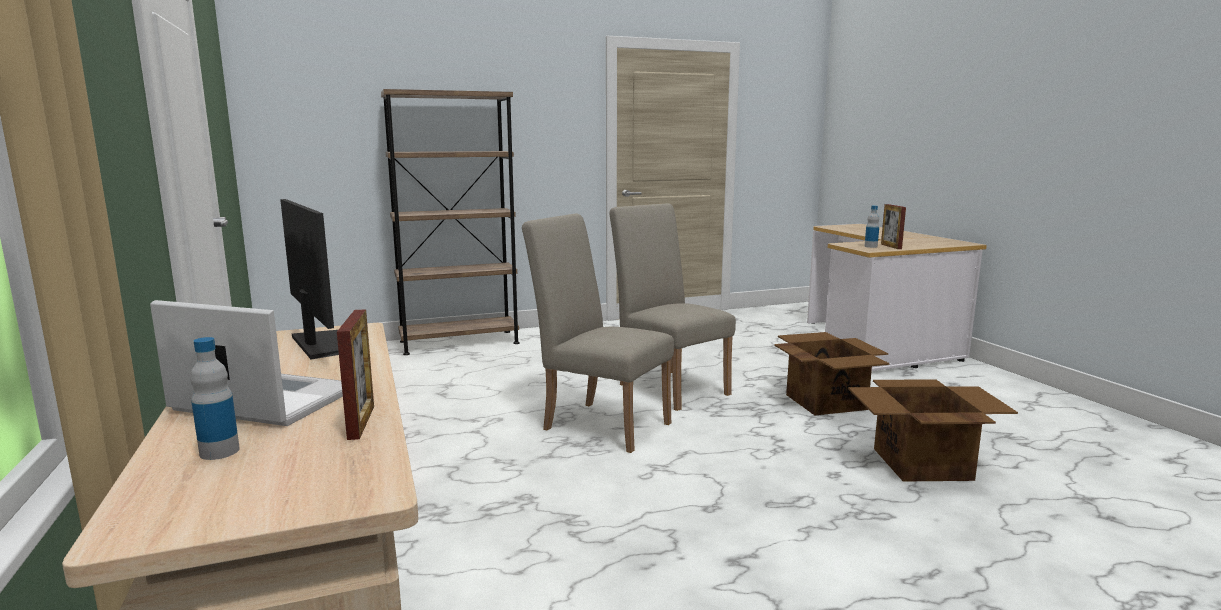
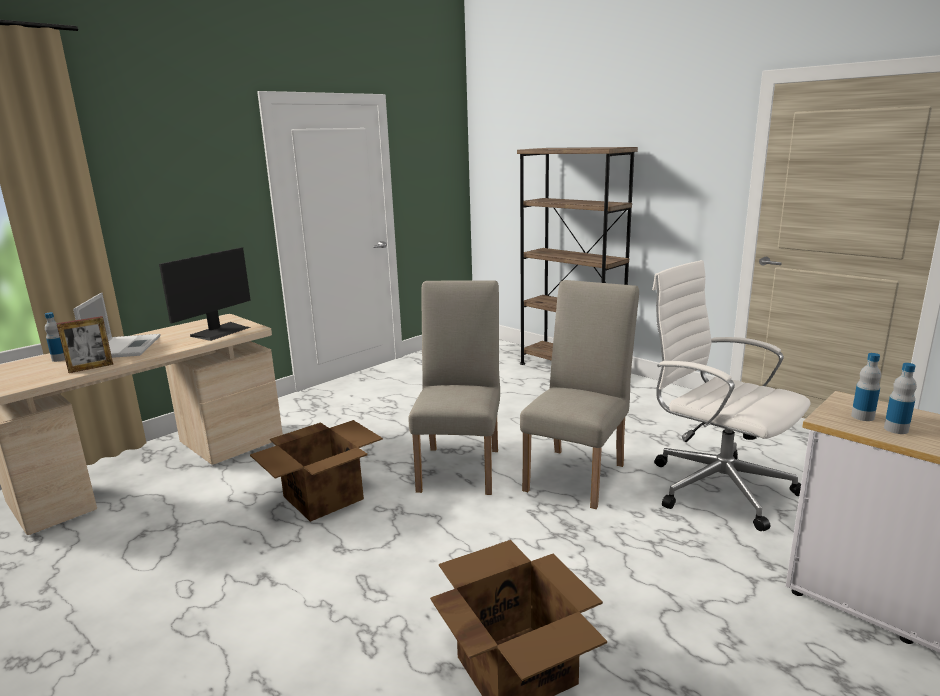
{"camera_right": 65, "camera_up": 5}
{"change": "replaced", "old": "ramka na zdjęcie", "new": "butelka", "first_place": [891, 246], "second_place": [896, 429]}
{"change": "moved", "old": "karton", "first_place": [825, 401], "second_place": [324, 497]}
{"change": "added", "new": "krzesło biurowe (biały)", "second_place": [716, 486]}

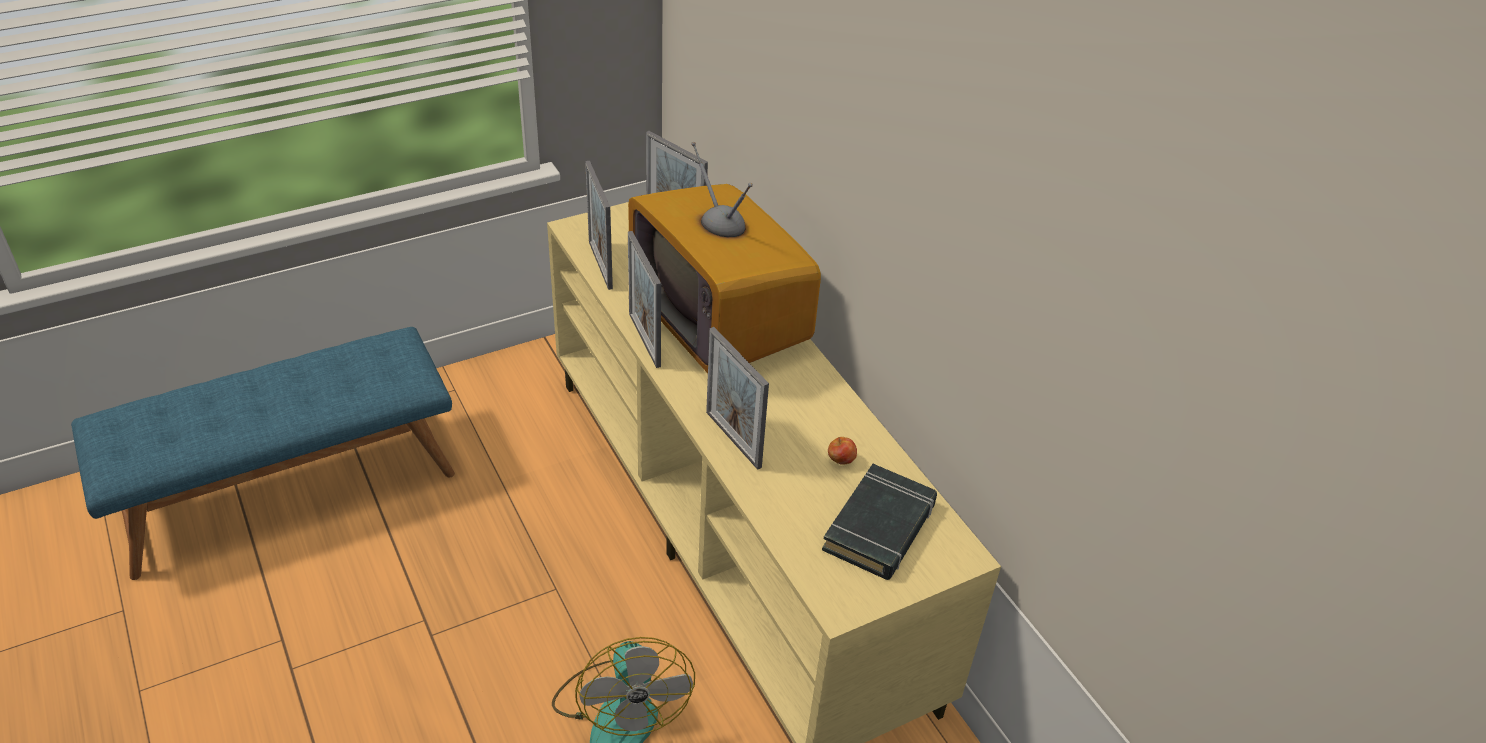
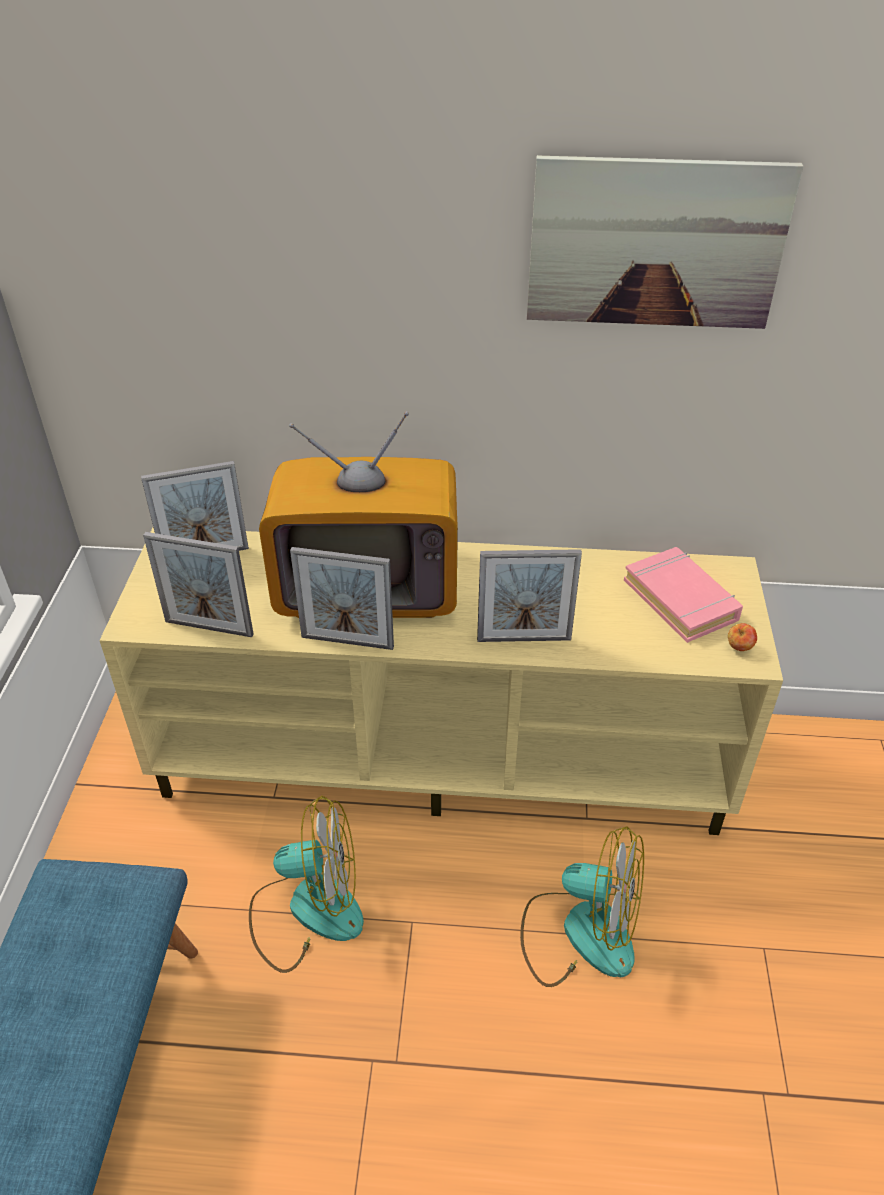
{"camera_right": -55, "camera_up": 0}
{"change": "moved", "old": "jabłko", "first_place": [841, 460], "second_place": [739, 648]}
{"change": "recoloured", "old": "książka (czarny)", "new": "książka (różowy)", "first_place": [880, 528], "second_place": [681, 599]}
{"change": "added", "new": "obraz", "second_place": [655, 244]}
{"change": "added", "new": "wentylator", "second_place": [307, 910]}

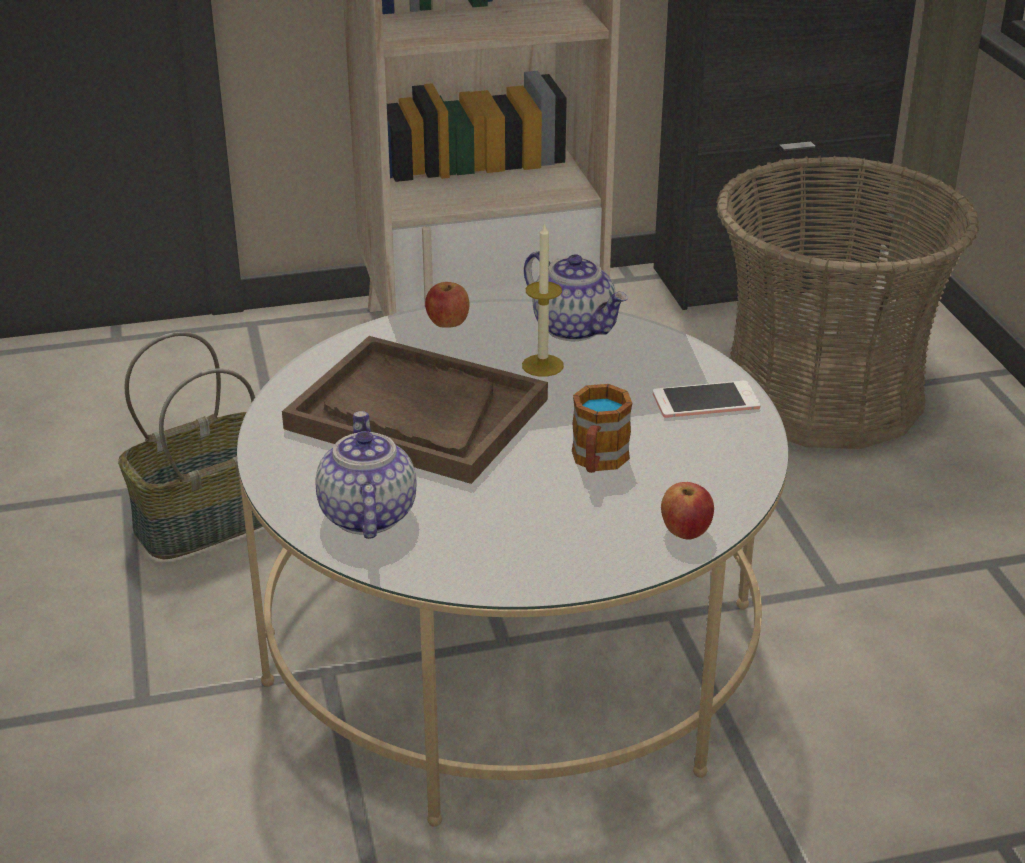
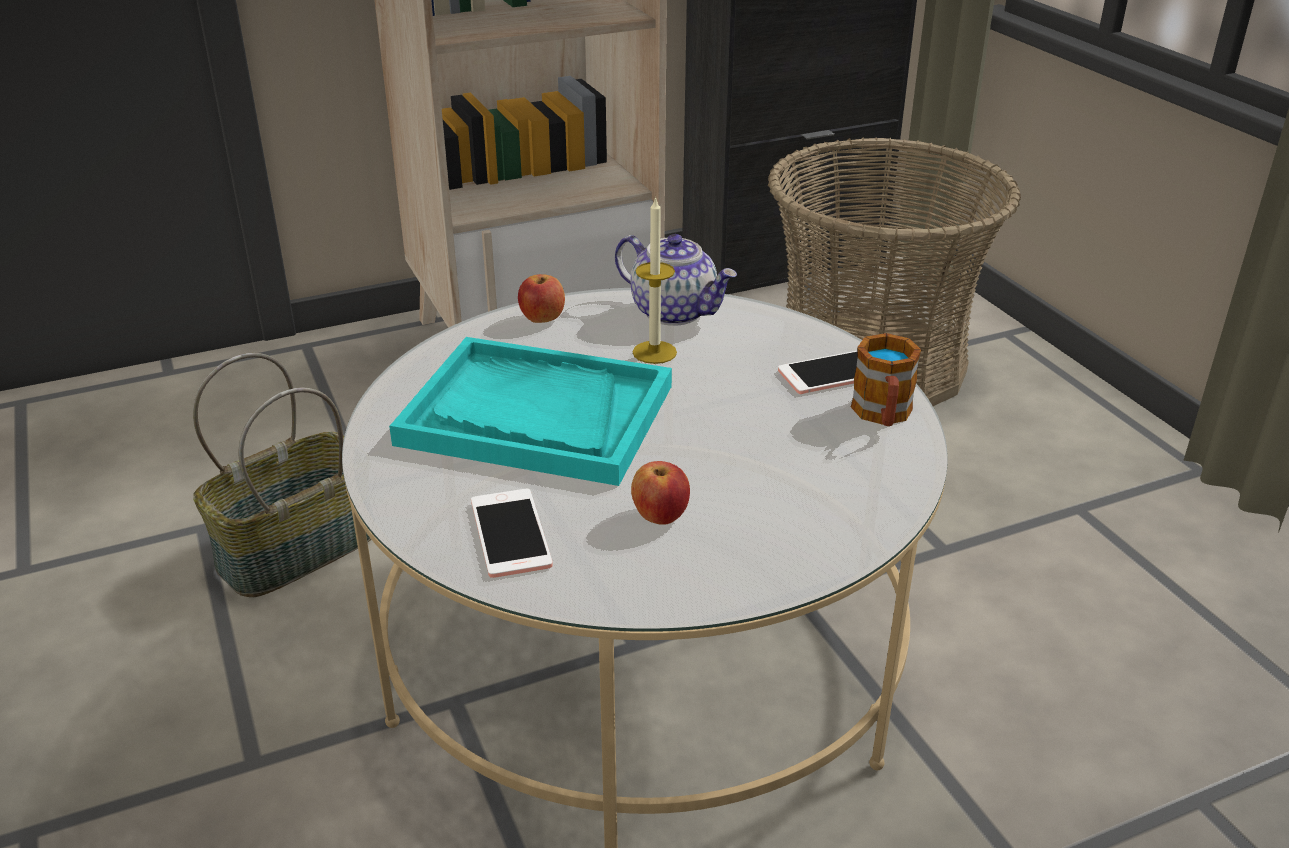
{"camera_right": -10, "camera_up": 0}
{"change": "recoloured", "old": "taca (brązowy)", "new": "taca (turkusowy)", "first_place": [416, 414], "second_place": [536, 415]}
{"change": "moved", "old": "kubek", "first_place": [597, 462], "second_place": [882, 415]}
{"change": "replaced", "old": "imbryk", "new": "telefon", "first_place": [366, 514], "second_place": [510, 533]}
{"change": "moved", "old": "jabłko", "first_place": [685, 532], "second_place": [660, 516]}

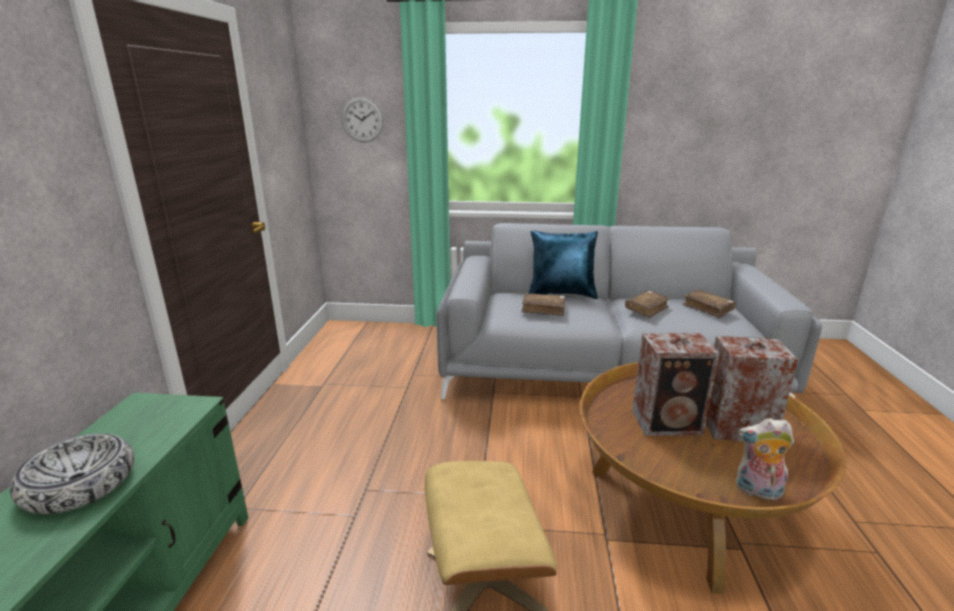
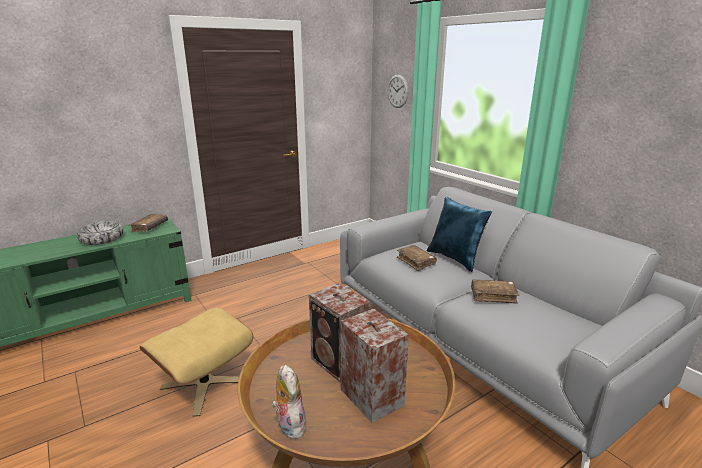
{"camera_right": 50, "camera_up": 0}
{"change": "moved", "old": "książka (brązowy)", "first_place": [708, 308], "second_place": [149, 227]}

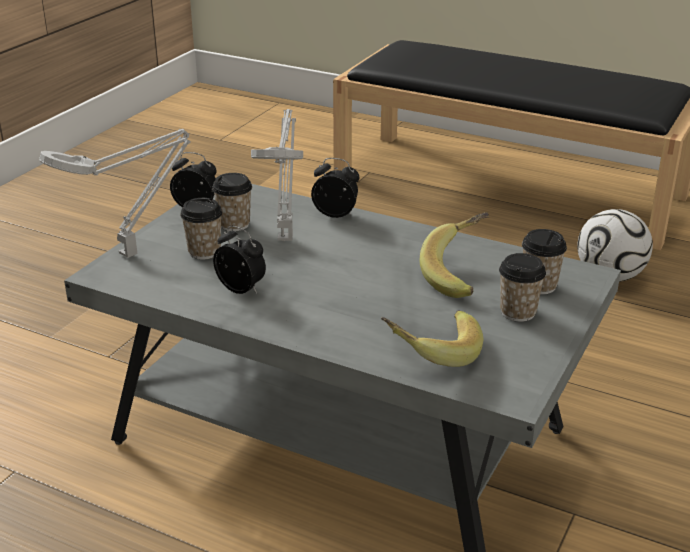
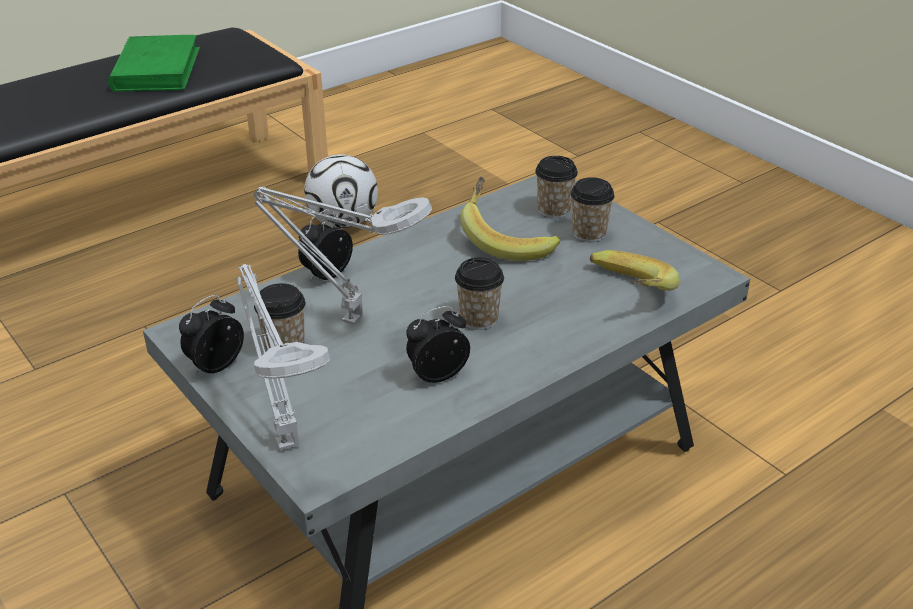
{"camera_right": -65, "camera_up": 5}
{"change": "moved", "old": "filiżanka", "first_place": [204, 252], "second_place": [478, 319]}
{"change": "added", "new": "książka (zielony)", "second_place": [156, 69]}

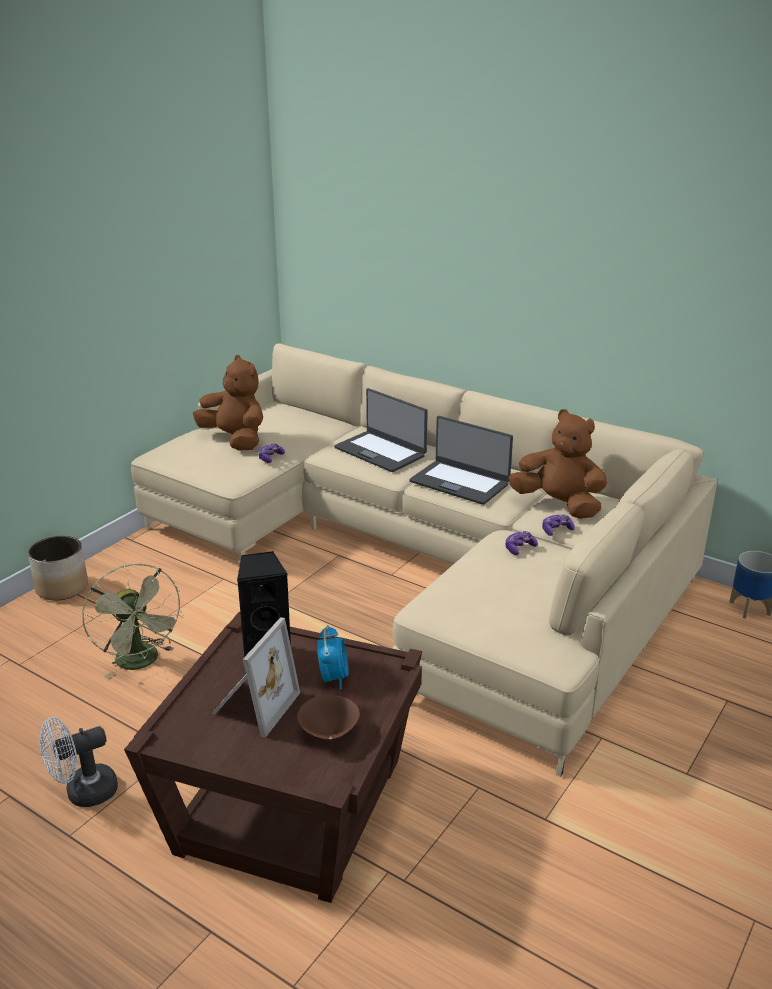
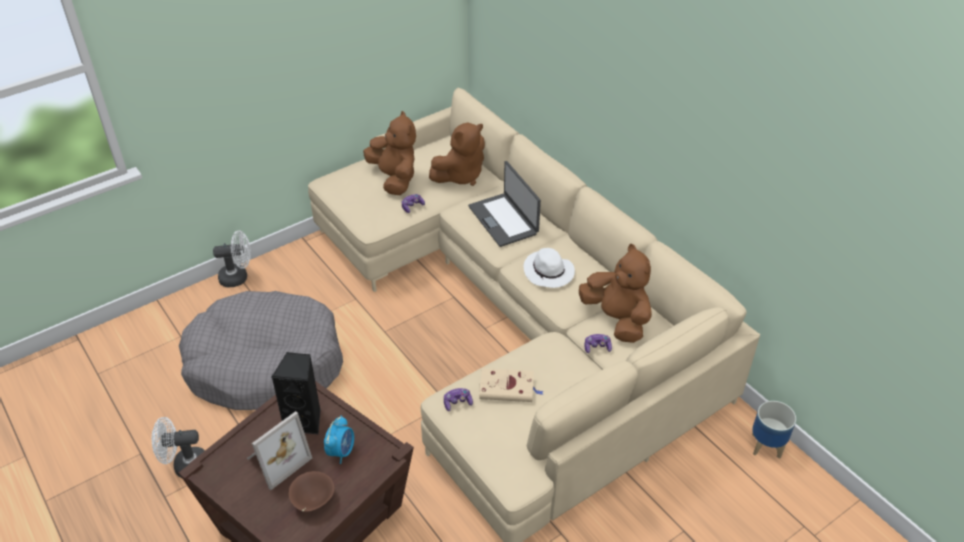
{"camera_right": 20, "camera_up": 15}
{"change": "replaced", "old": "laptop", "new": "kapelusz (biały)", "first_place": [460, 482], "second_place": [549, 272]}
{"change": "moved", "old": "pad do gier", "first_place": [519, 548], "second_place": [457, 402]}
{"change": "replaced", "old": "donica", "new": "wentylator (biały)", "first_place": [61, 588], "second_place": [238, 277]}
{"change": "replaced", "old": "wentylator (zielony)", "new": "legowisko (szary)", "first_place": [142, 662], "second_place": [265, 364]}
{"change": "added", "new": "pluszak (brązowy)", "second_place": [460, 176]}
{"change": "added", "new": "książka (beżowy)", "second_place": [508, 388]}

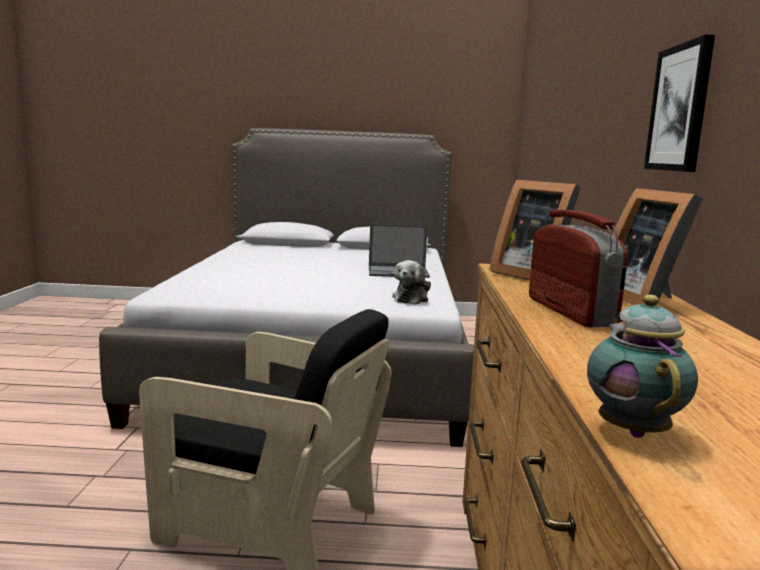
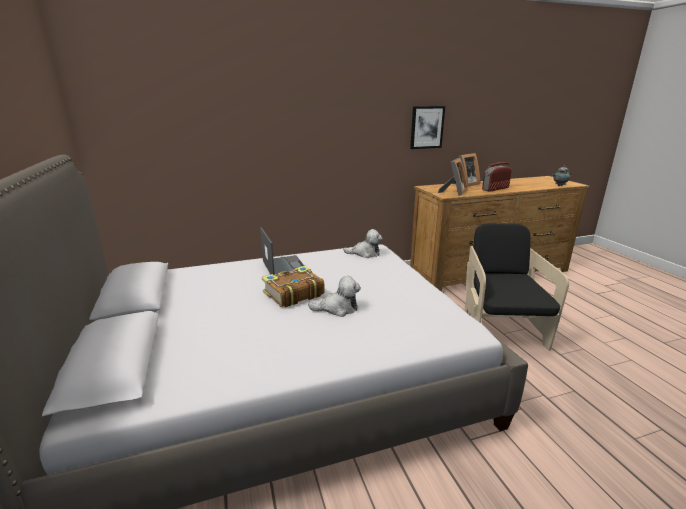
{"camera_right": -110, "camera_up": 10}
{"change": "added", "new": "książka", "second_place": [292, 294]}
{"change": "added", "new": "pluszak", "second_place": [338, 308]}

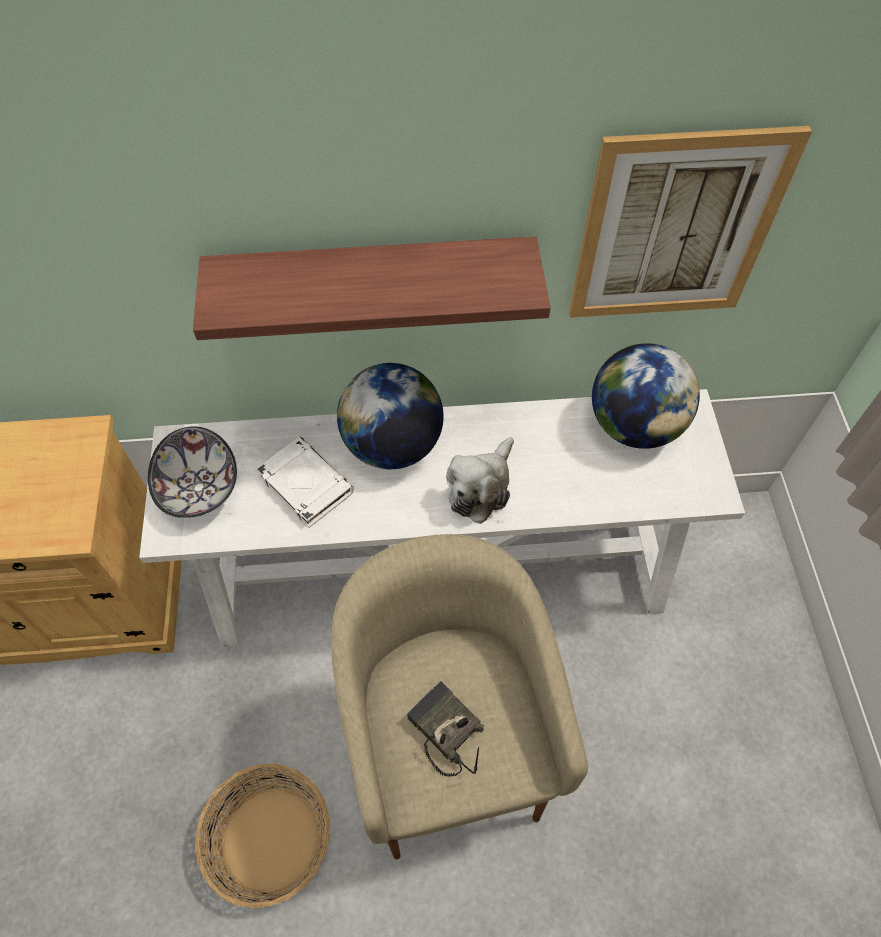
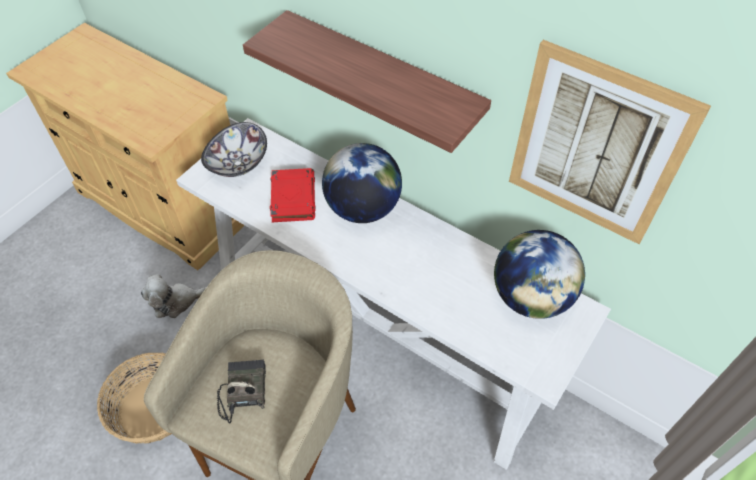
{"camera_right": 40, "camera_up": -5}
{"change": "recoloured", "old": "książka (biały)", "new": "książka (czerwony)", "first_place": [305, 484], "second_place": [293, 197]}
{"change": "moved", "old": "pluszak", "first_place": [481, 487], "second_place": [176, 302]}

